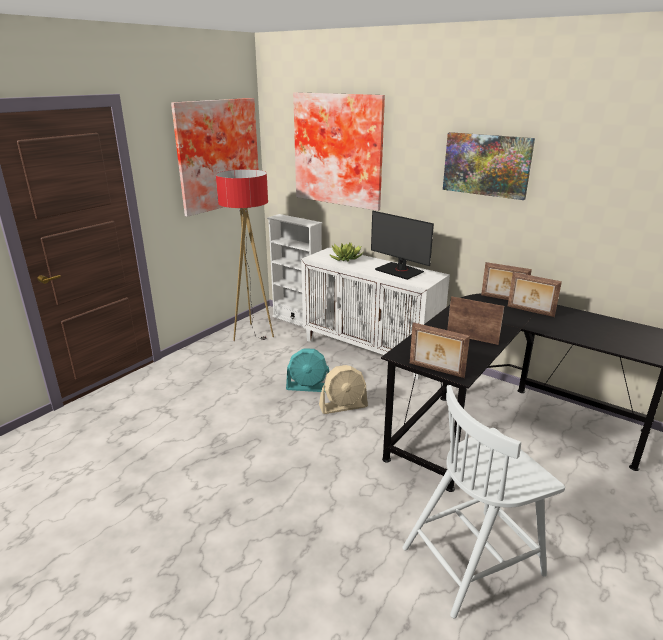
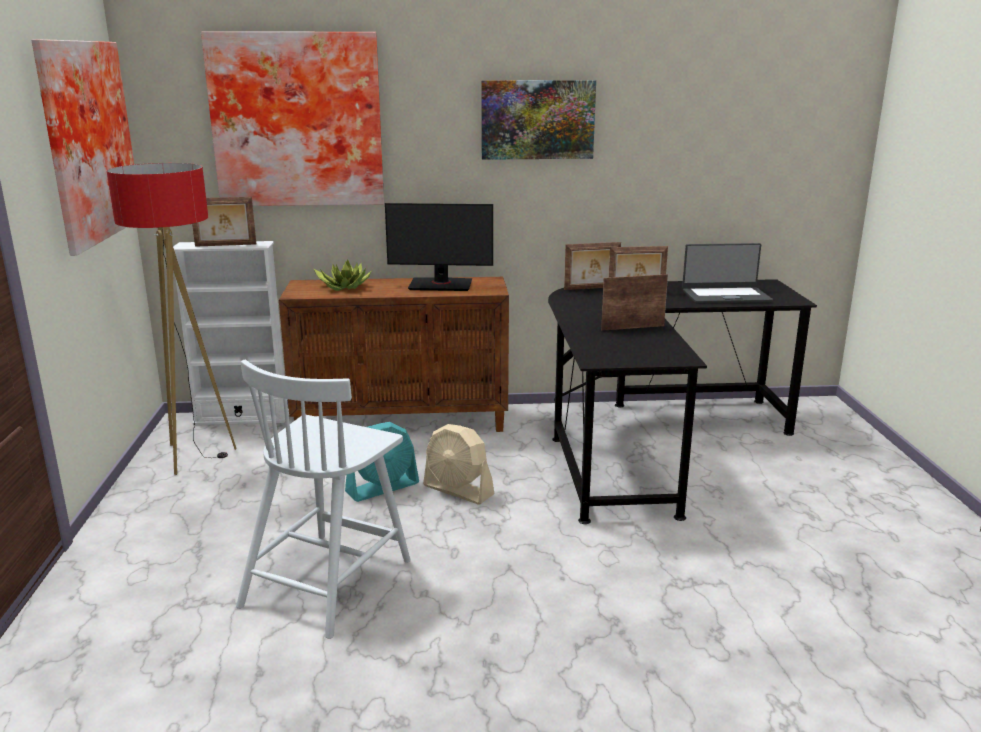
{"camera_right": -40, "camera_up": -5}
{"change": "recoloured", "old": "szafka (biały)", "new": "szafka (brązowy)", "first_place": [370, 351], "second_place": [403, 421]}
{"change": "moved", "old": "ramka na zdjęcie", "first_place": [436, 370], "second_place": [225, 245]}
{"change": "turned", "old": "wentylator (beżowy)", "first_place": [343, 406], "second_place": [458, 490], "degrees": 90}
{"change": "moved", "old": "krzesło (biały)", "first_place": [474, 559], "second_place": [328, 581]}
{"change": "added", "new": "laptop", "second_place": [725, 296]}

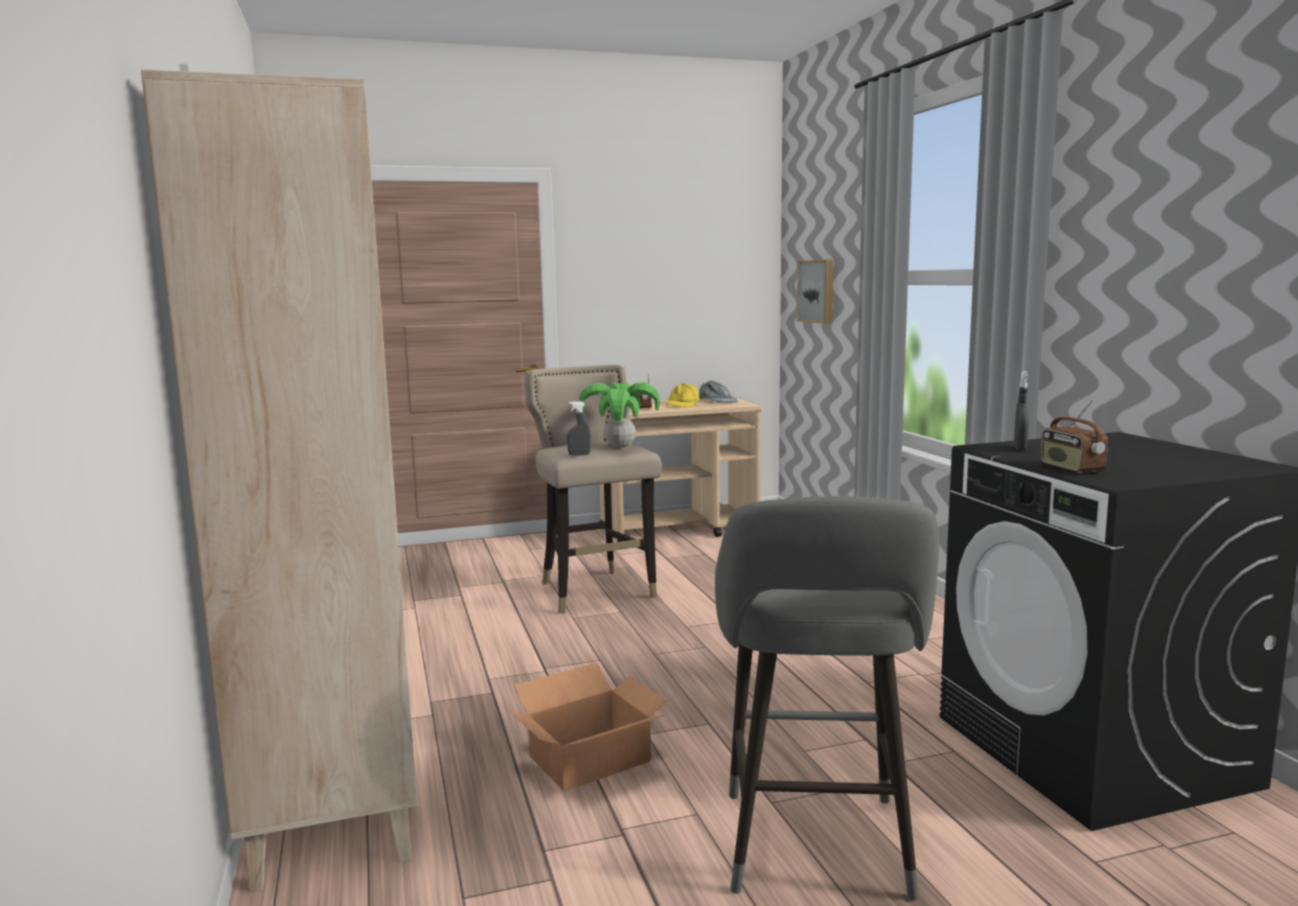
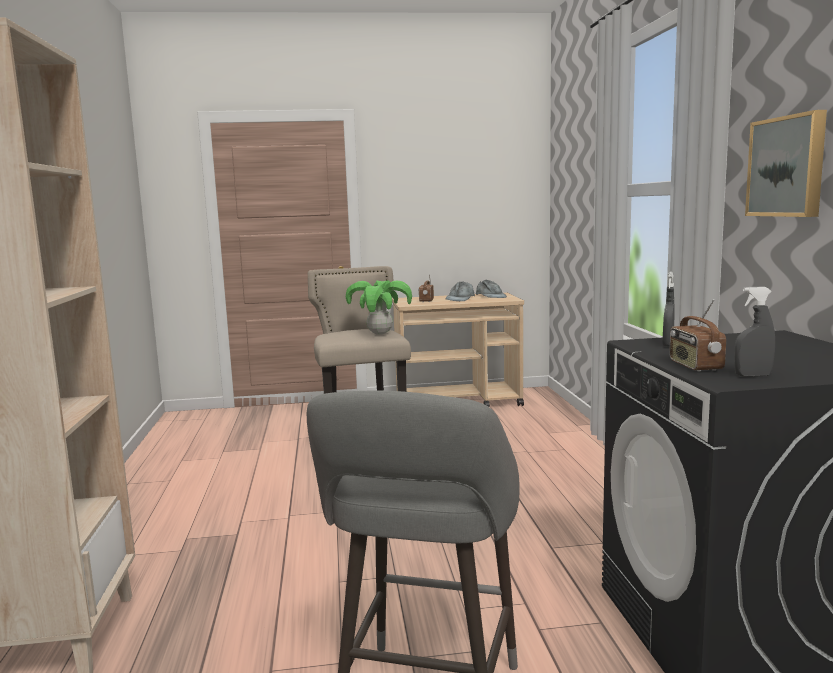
{"camera_right": 10, "camera_up": 0}
{"change": "moved", "old": "obraz", "first_place": [817, 291], "second_place": [788, 166]}
{"change": "recoloured", "old": "czapka z daszkiem (żółty)", "new": "czapka z daszkiem (szary)", "first_place": [683, 404], "second_place": [460, 298]}
{"change": "moved", "old": "spryskiwacz (szary)", "first_place": [579, 455], "second_place": [752, 375]}
{"change": "removed", "old": "karton", "first_place": [588, 759]}

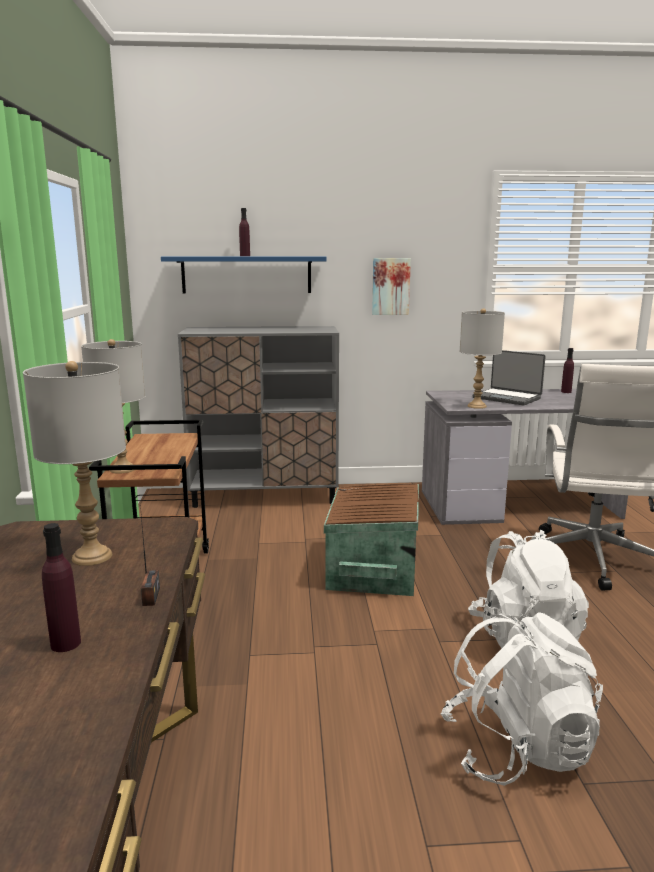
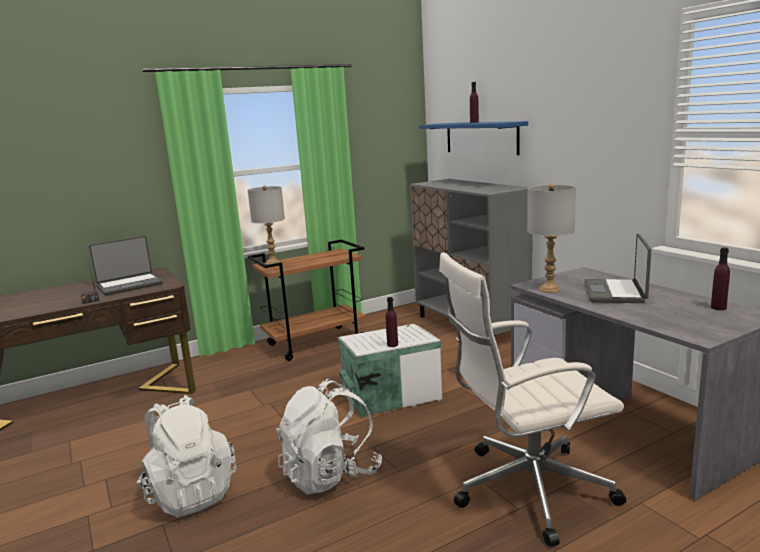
{"camera_right": 65, "camera_up": 0}
{"change": "removed", "old": "obraz", "first_place": [390, 286]}
{"change": "replaced", "old": "lampa stołowa (szary)", "new": "laptop", "first_place": [91, 556], "second_place": [129, 285]}
{"change": "recoloured", "old": "pojemnik do przechowywania (brązowy)", "new": "pojemnik do przechowywania (biały)", "first_place": [371, 569], "second_place": [389, 393]}
{"change": "moved", "old": "butelka (fioletowy)", "first_place": [66, 643], "second_place": [392, 345]}

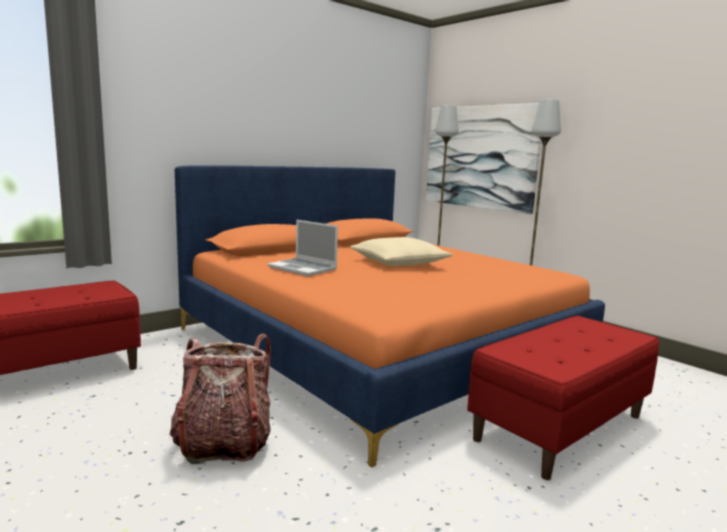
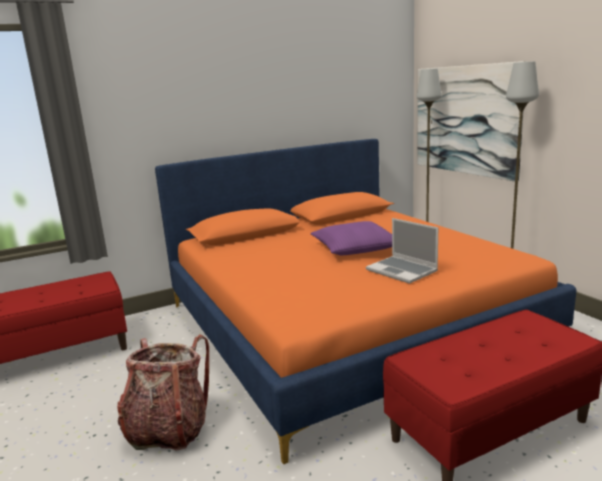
{"camera_right": 15, "camera_up": 5}
{"change": "moved", "old": "laptop", "first_place": [303, 268], "second_place": [402, 271]}
{"change": "recoloured", "old": "poduszka (beżowy)", "new": "poduszka (fioletowy)", "first_place": [398, 262], "second_place": [355, 248]}

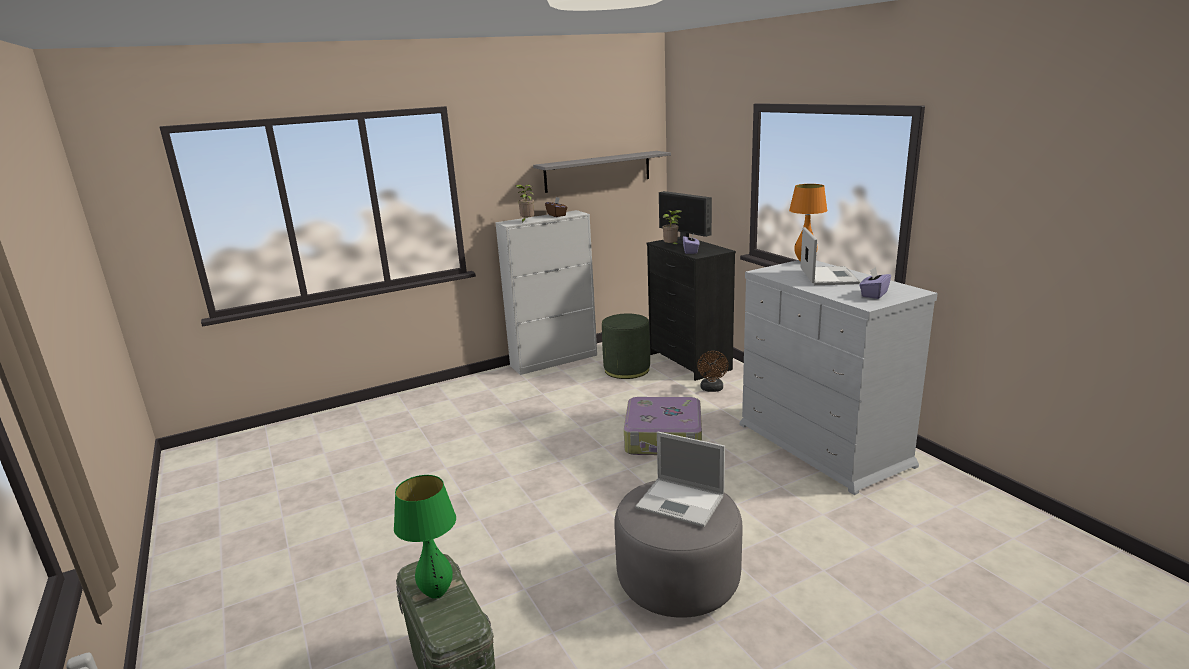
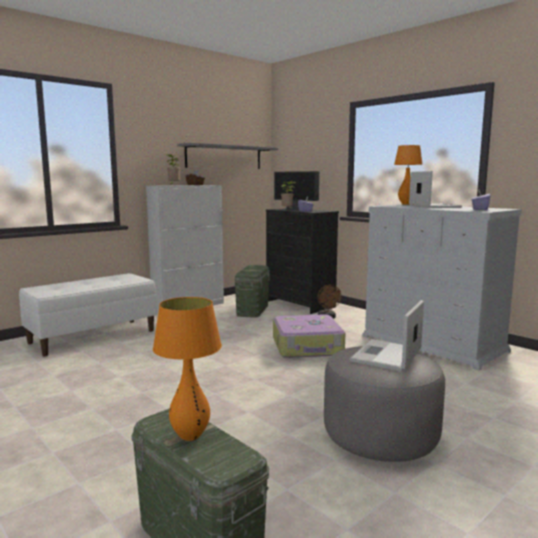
{"camera_right": -15, "camera_up": -10}
{"change": "replaced", "old": "pufa (zielony)", "new": "pojemnik do przechowywania (zielony)", "first_place": [627, 369], "second_place": [253, 310]}
{"change": "turned", "old": "laptop", "first_place": [682, 502], "second_place": [386, 356], "degrees": 105}
{"change": "recoloured", "old": "lampa stołowa (zielony)", "new": "lampa stołowa (pomarańczowy)", "first_place": [436, 592], "second_place": [190, 436]}
{"change": "added", "new": "ławka (biały)", "second_place": [93, 336]}

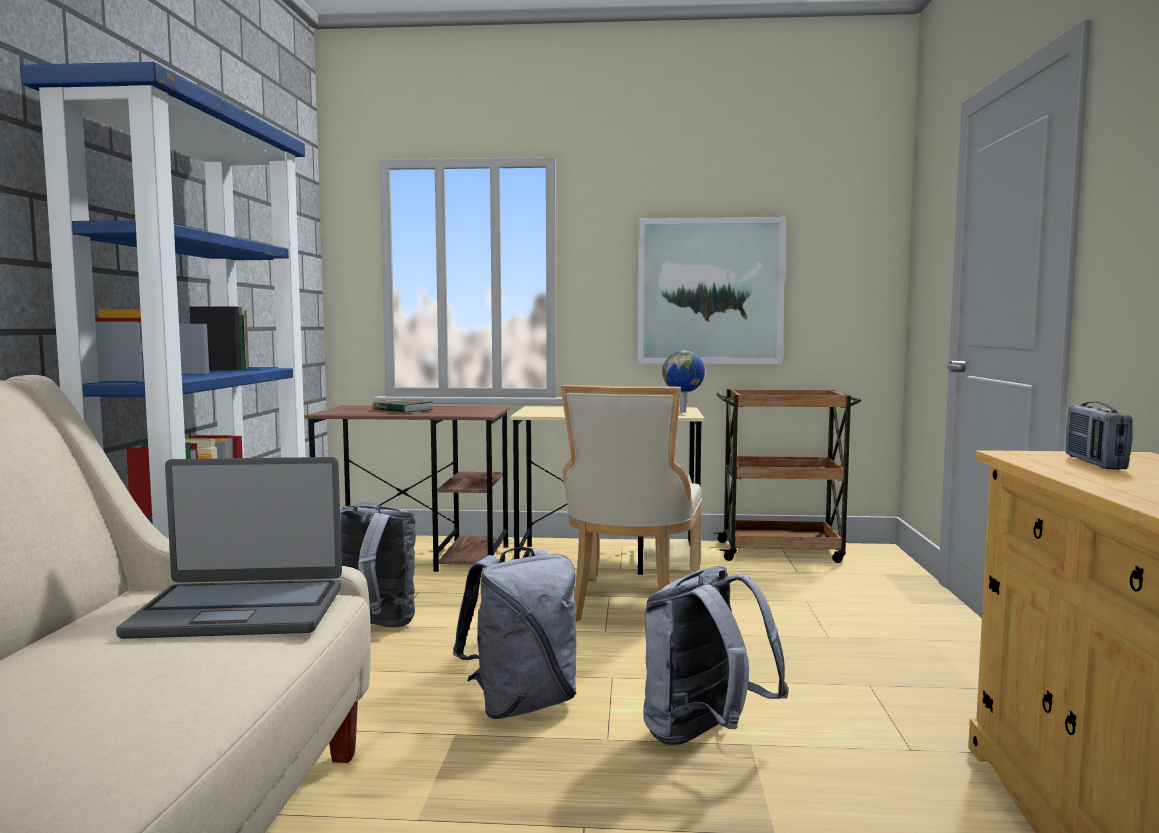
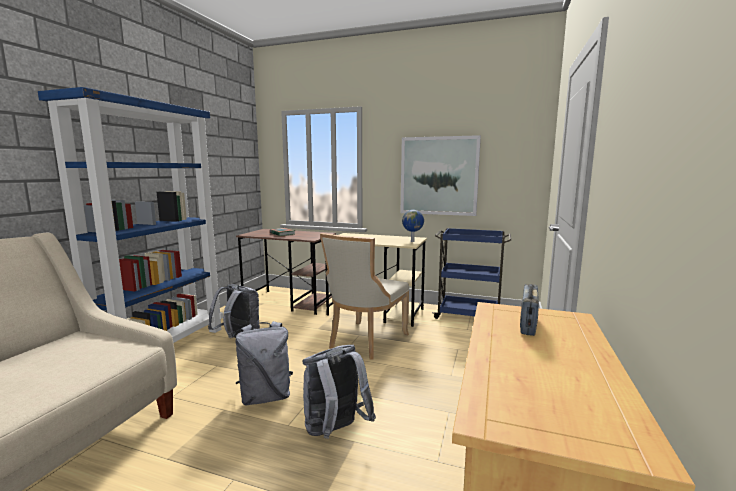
{"camera_right": 15, "camera_up": 5}
{"change": "recoloured", "old": "wózek (brązowy)", "new": "wózek (niebieski)", "first_place": [781, 552], "second_place": [468, 315]}
{"change": "removed", "old": "laptop", "first_place": [240, 611]}

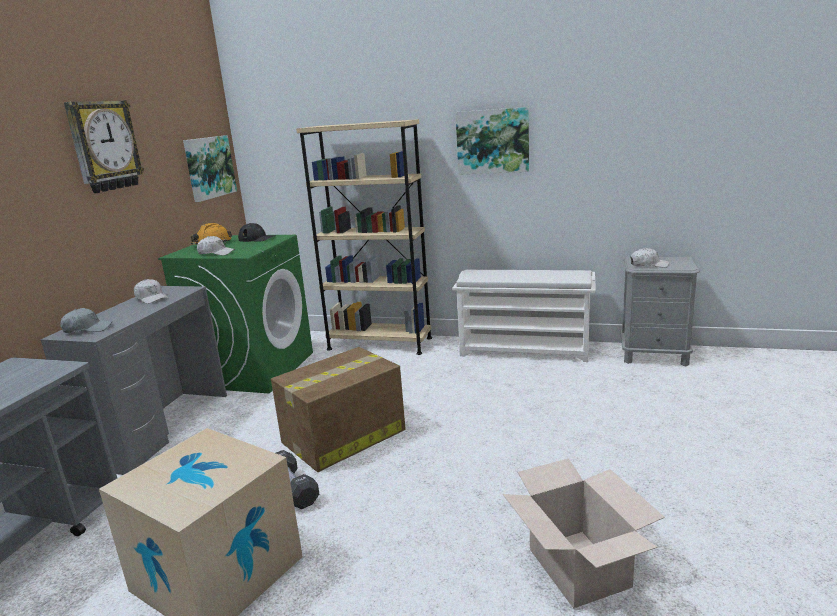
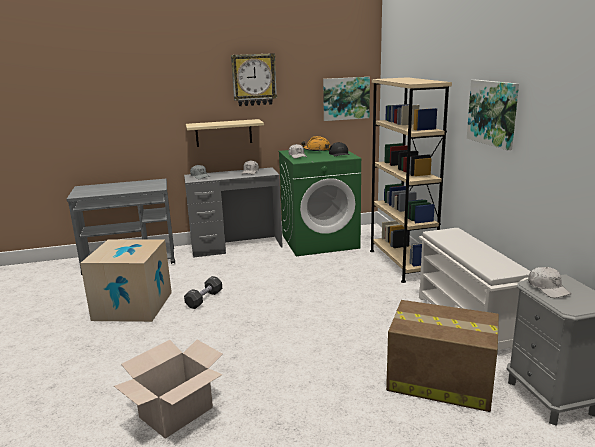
{"camera_right": 60, "camera_up": 0}
{"change": "moved", "old": "karton", "first_place": [342, 437], "second_place": [438, 380]}
{"change": "added", "new": "półka", "second_place": [223, 133]}

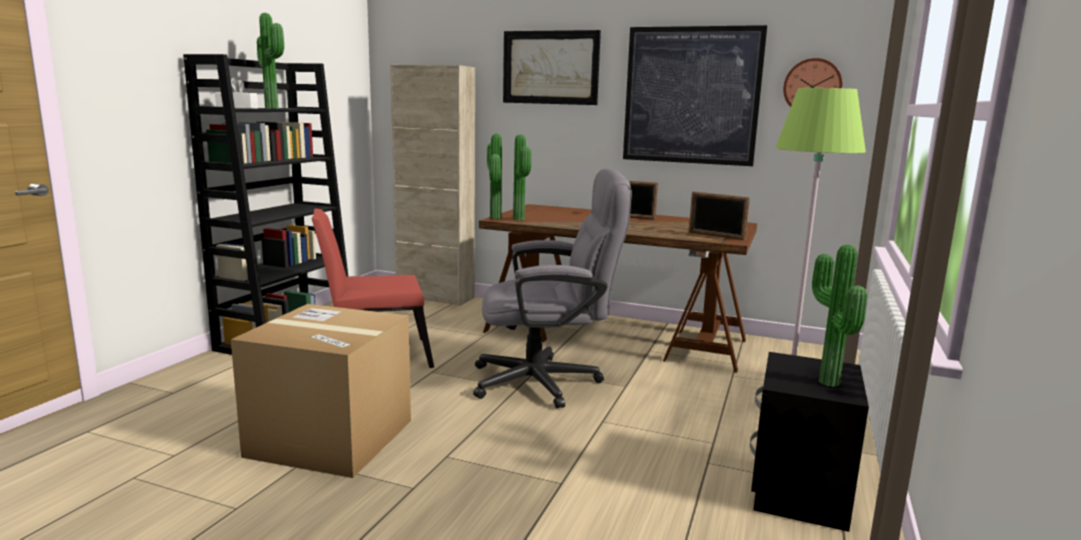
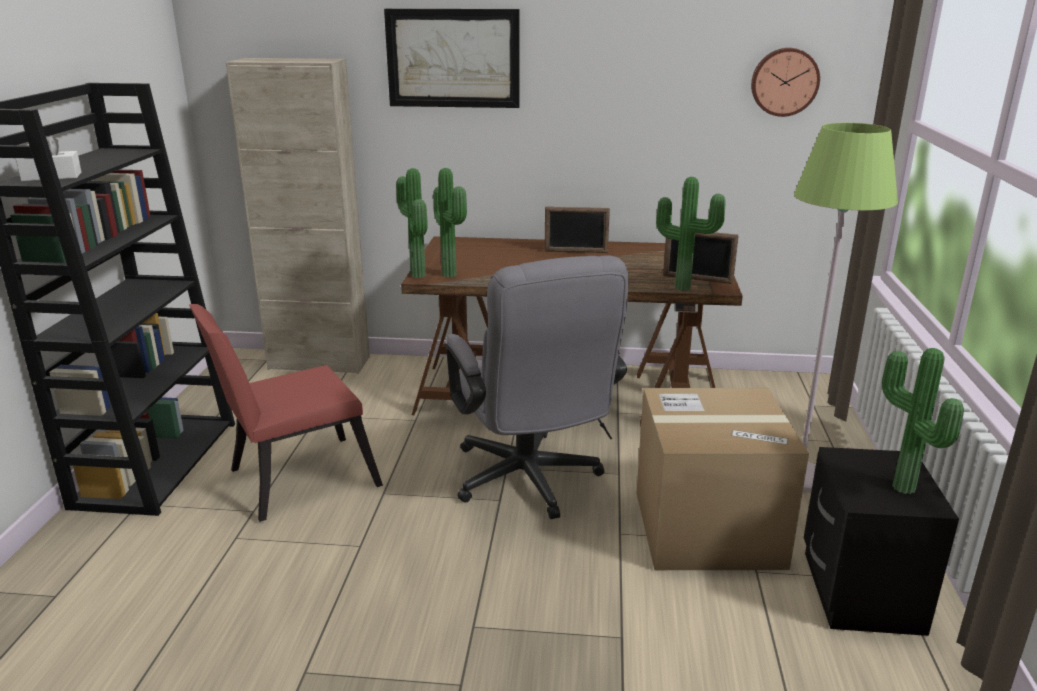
{"camera_right": -15, "camera_up": 10}
{"change": "moved", "old": "roślina doniczkowa", "first_place": [274, 108], "second_place": [683, 286]}
{"change": "removed", "old": "obraz", "first_place": [691, 96]}
{"change": "turned", "old": "krzesło biurowe (szary)", "first_place": [548, 382], "second_place": [530, 483], "degrees": 90}
{"change": "moved", "old": "karton", "first_place": [331, 438], "second_place": [707, 529]}

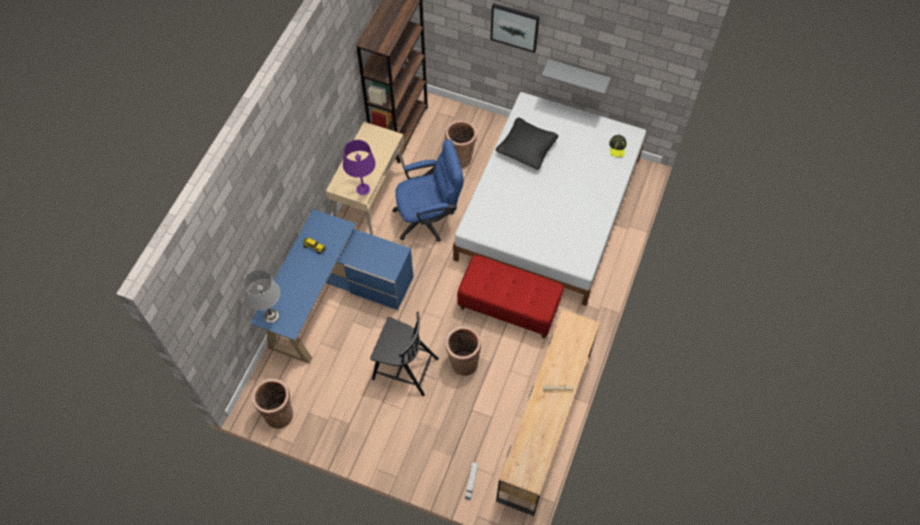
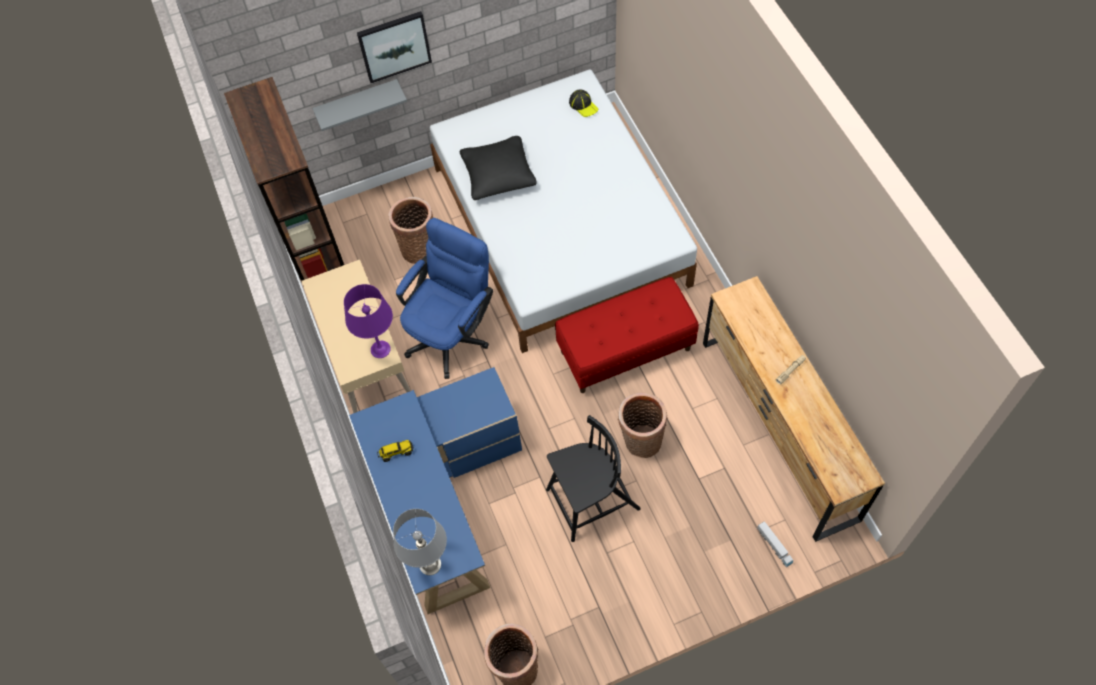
{"camera_right": -40, "camera_up": 0}
{"change": "moved", "old": "półka (szary)", "first_place": [578, 75], "second_place": [357, 103]}

